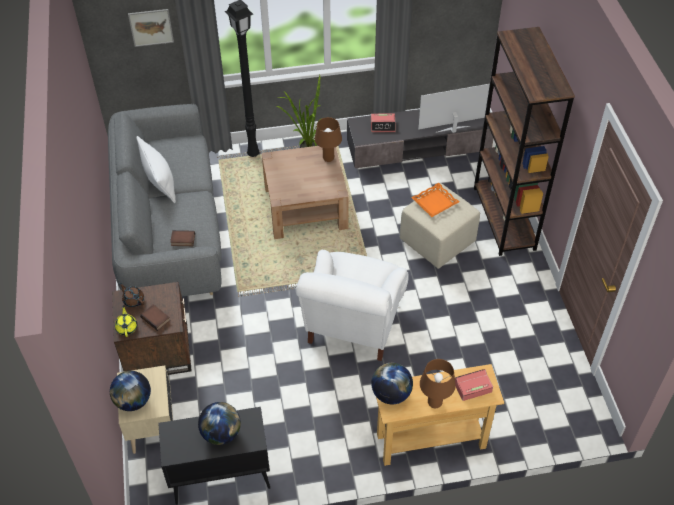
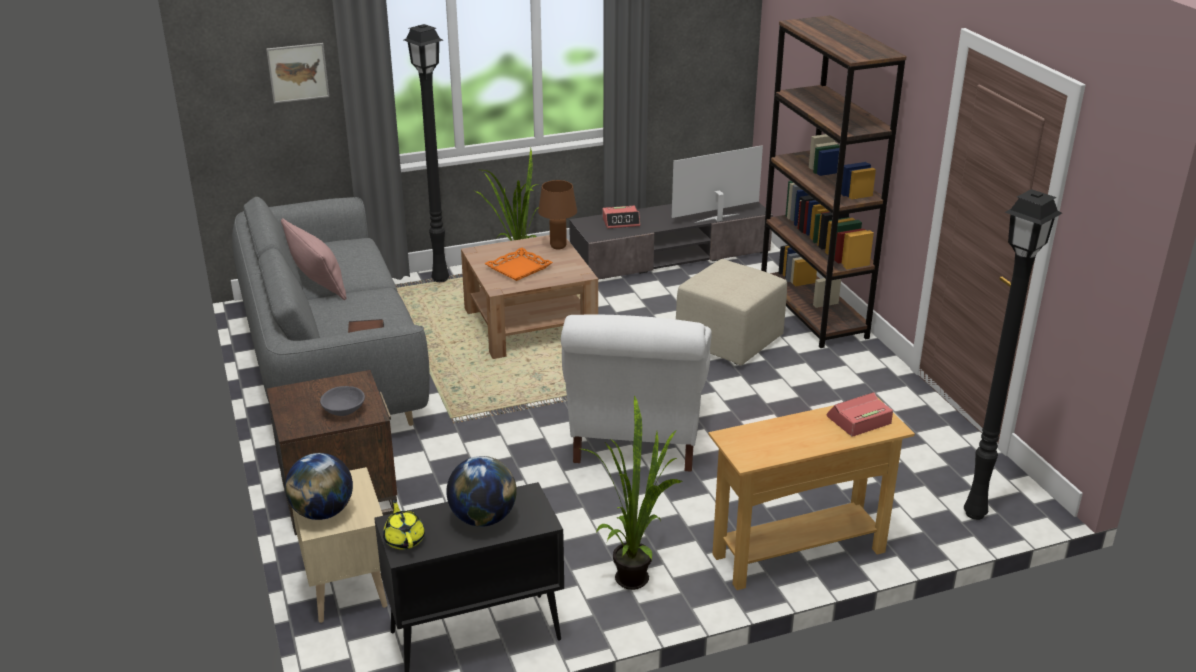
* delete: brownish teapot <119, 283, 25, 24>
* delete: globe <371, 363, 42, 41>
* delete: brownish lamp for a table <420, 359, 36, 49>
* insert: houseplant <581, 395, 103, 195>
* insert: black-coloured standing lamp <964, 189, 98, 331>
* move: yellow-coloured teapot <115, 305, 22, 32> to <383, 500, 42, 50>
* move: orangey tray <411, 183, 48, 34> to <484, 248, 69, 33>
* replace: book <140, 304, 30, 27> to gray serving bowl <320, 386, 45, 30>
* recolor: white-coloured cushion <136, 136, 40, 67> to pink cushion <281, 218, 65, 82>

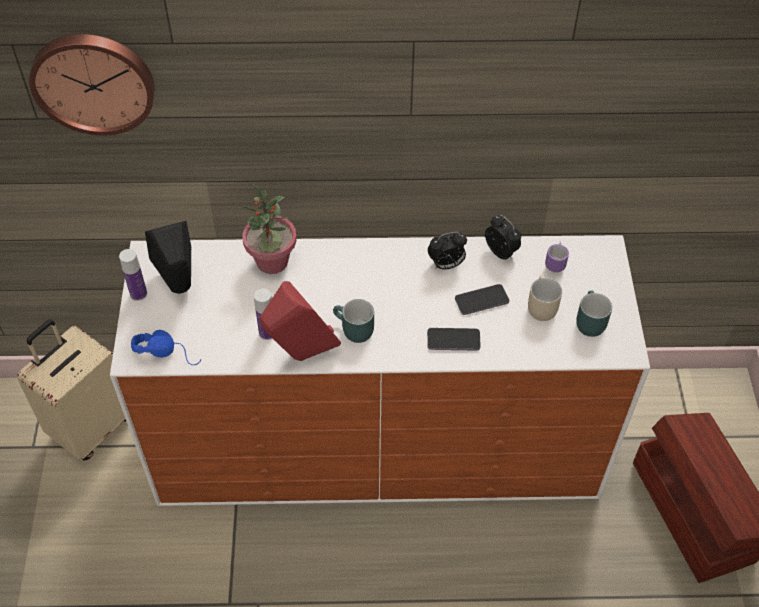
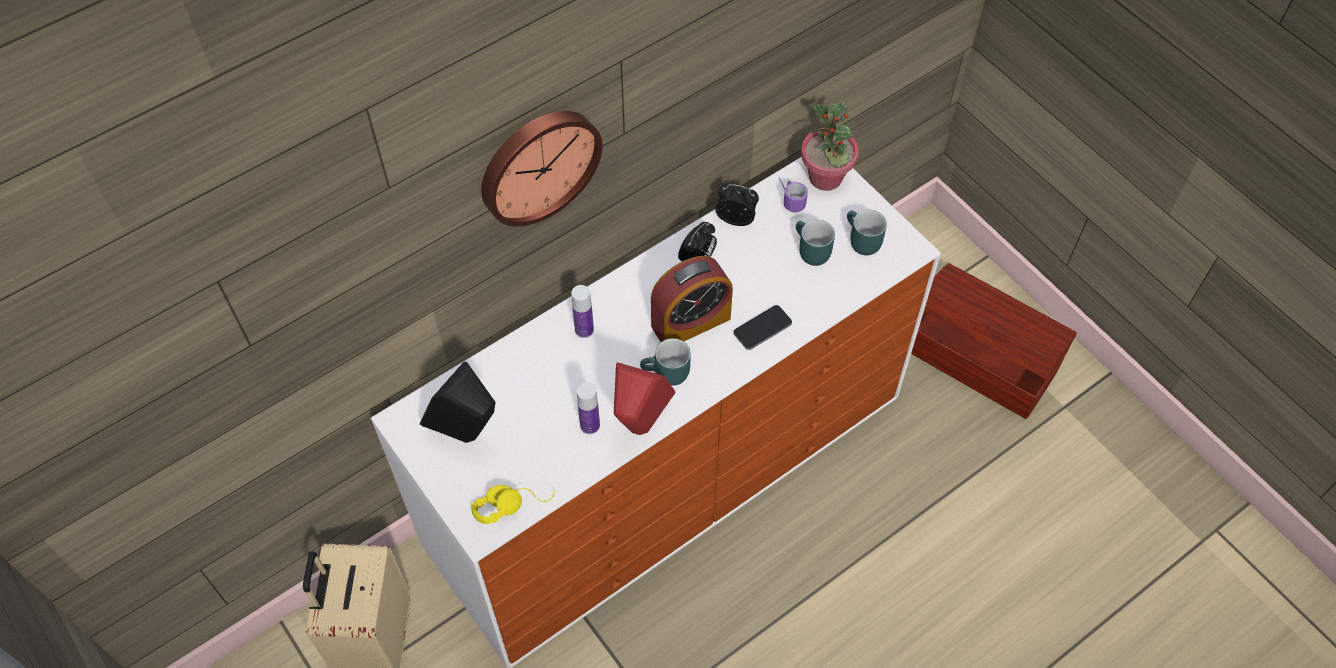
* delete: handset <455, 284, 54, 31>
* insert: bedside clock <651, 256, 82, 86>
* move: hanging clock <29, 34, 126, 102> to <481, 111, 121, 116>
* move: drink bottle <119, 249, 28, 52> to <571, 285, 23, 53>
* move: houseplant <240, 185, 57, 89> to <801, 103, 58, 88>
* recolor: blue headphones <131, 330, 70, 35> to yellow-coloured headphones <471, 485, 84, 39>
* recolor: sand-coloured coffee mug <528, 275, 34, 46> to turquoise coffee mug <796, 220, 39, 46>

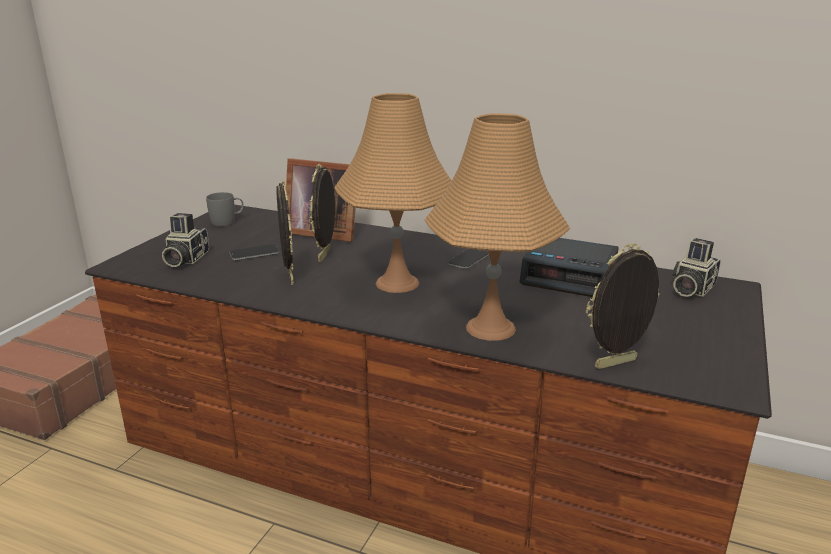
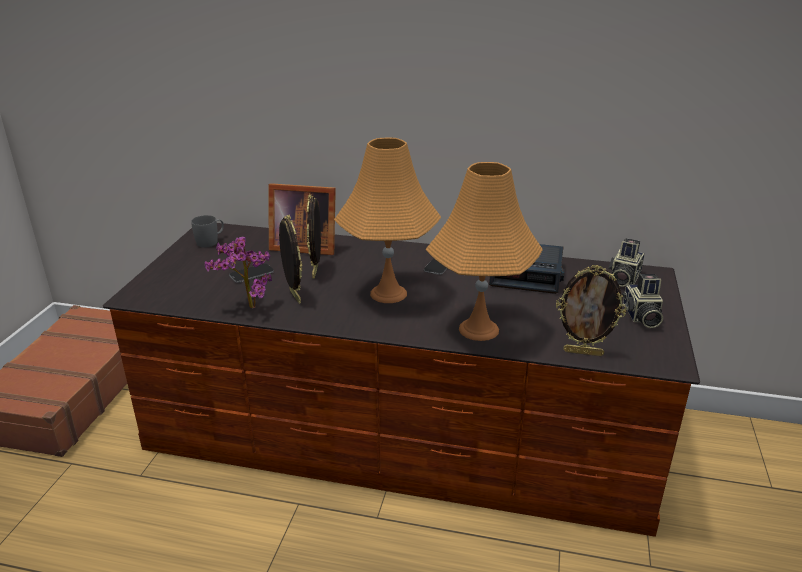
* insert: houseplant <205, 237, 67, 71>
* move: photo camera <162, 213, 47, 54> to <622, 274, 41, 54>
* rotate: picture frame <586, 243, 74, 126> = <556, 265, 70, 91> 135 degrees counterclockwise

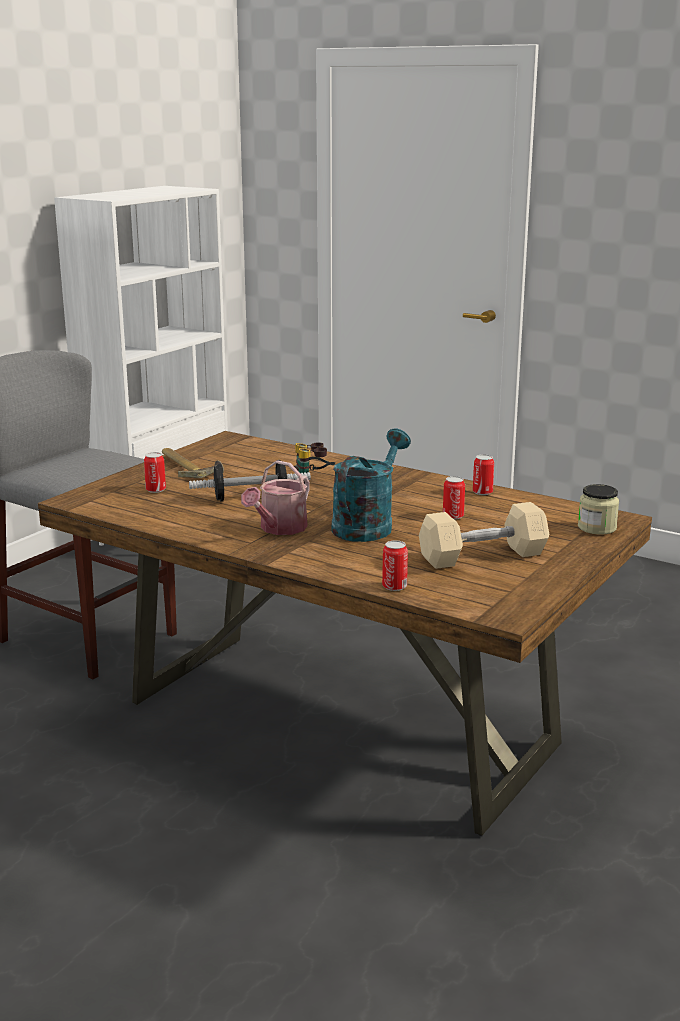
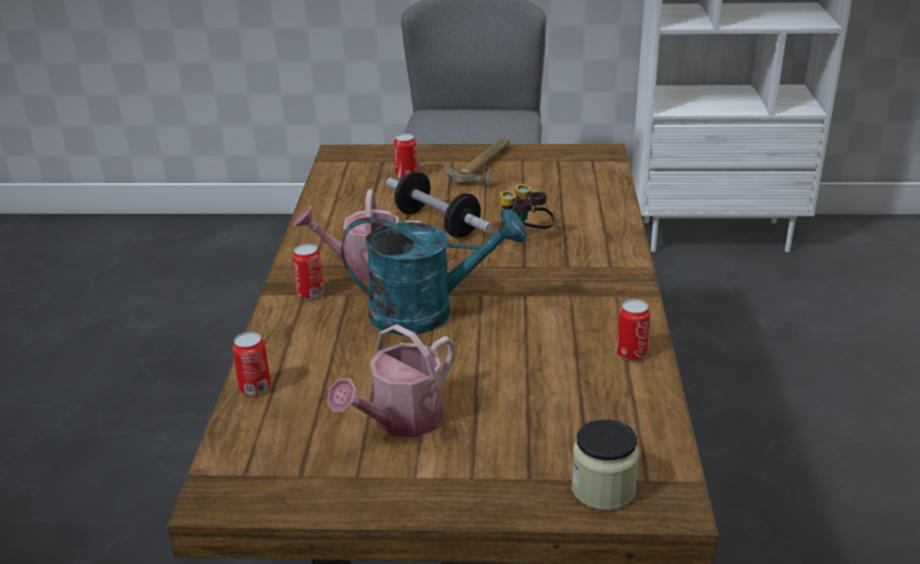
* move: metal can <443, 476, 22, 43> to <292, 244, 32, 56>
* replace: sand-coloured hand weight <419, 502, 130, 67> to sprinkling can <327, 324, 128, 113>

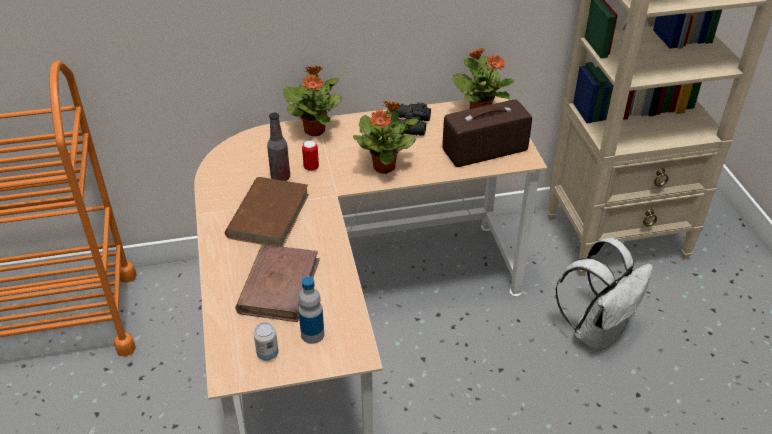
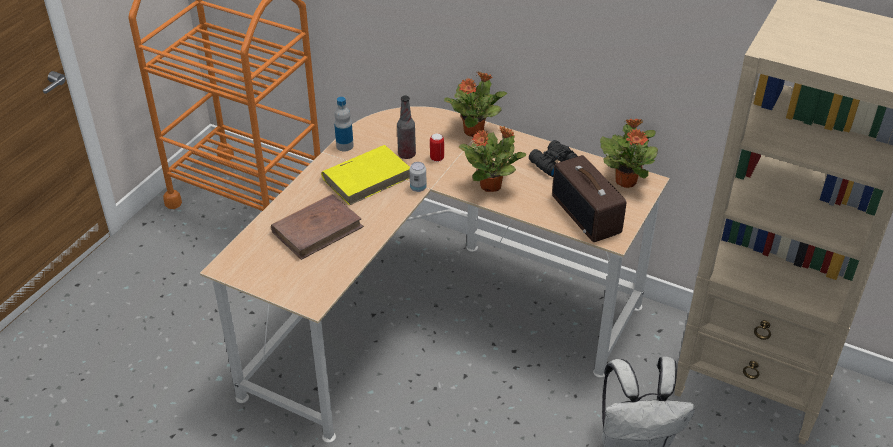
* move: metal can <254, 323, 25, 38> to <410, 162, 17, 30>
* move: drink bottle <298, 277, 26, 67> to <334, 97, 20, 54>
* recolor: brownish book <225, 177, 84, 70> to yellow-coloured book <321, 145, 89, 61>
* rotate: radio receiver <442, 99, 90, 68> = <552, 155, 74, 87> 135 degrees counterclockwise

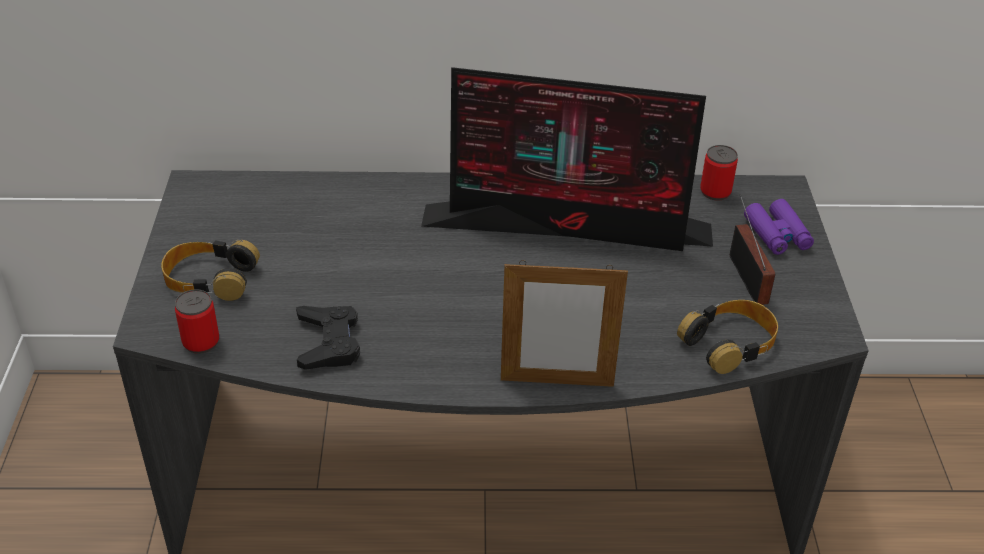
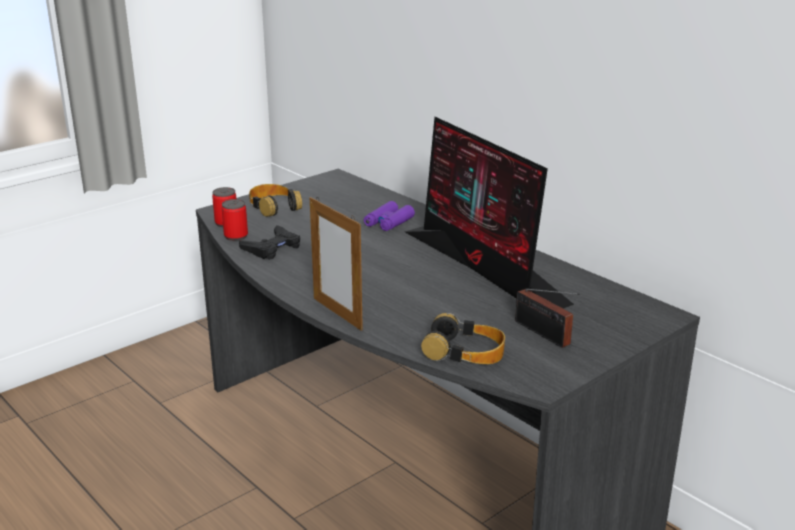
* move: metal can <700, 145, 38, 56> to <222, 199, 26, 42>
* move: purple-coloured binoculars <744, 199, 70, 56> to <364, 201, 51, 30>
* rotate: radio receiver <730, 194, 45, 111> = <515, 289, 65, 59> 105 degrees clockwise

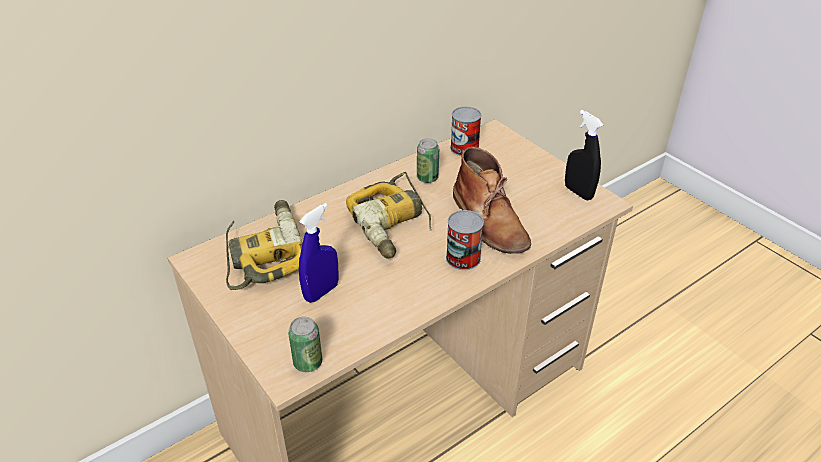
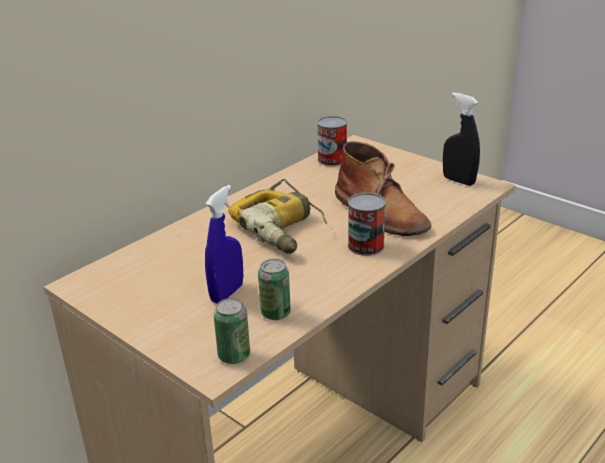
* delete: power drill <226, 200, 77, 90>
* move: metal can <417, 138, 22, 45> to <258, 259, 33, 61>

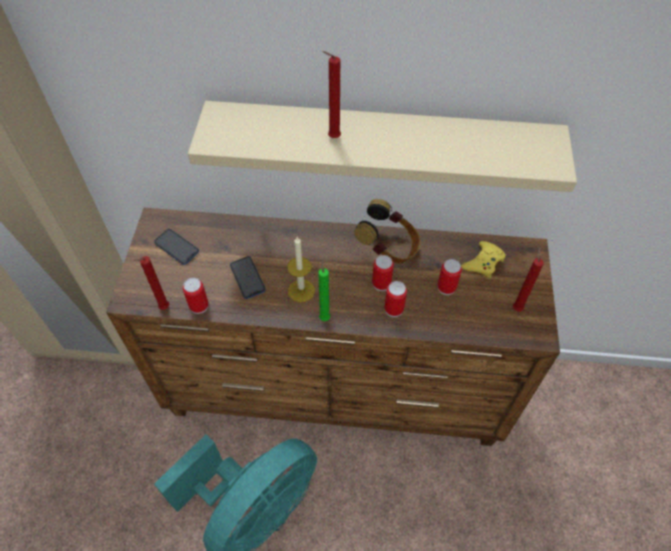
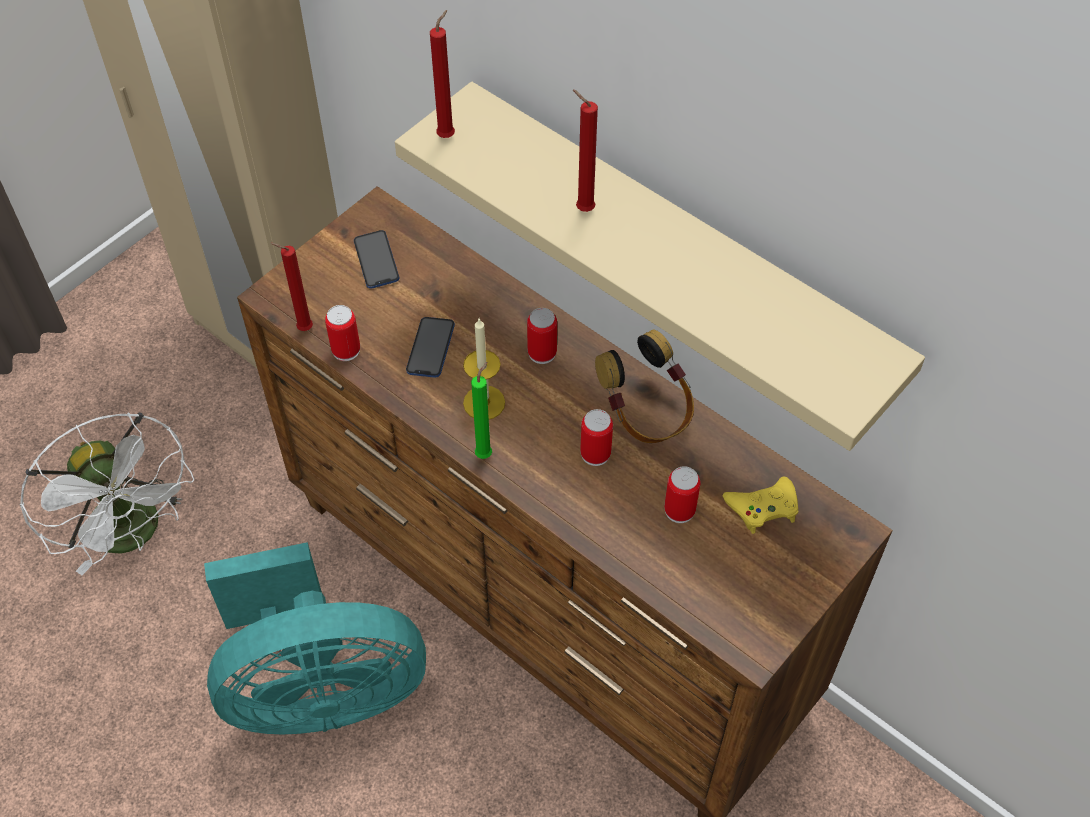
* insert: white-coloured electric fan <20, 412, 174, 163>
* move: metal can <384, 281, 23, 36> to <527, 308, 30, 56>
* move: red wax light <513, 247, 31, 65> to <430, 10, 25, 128>

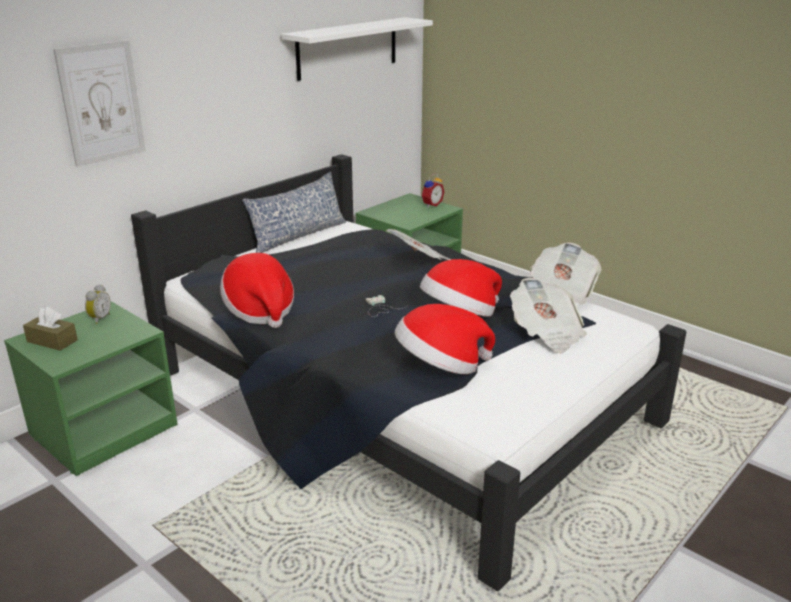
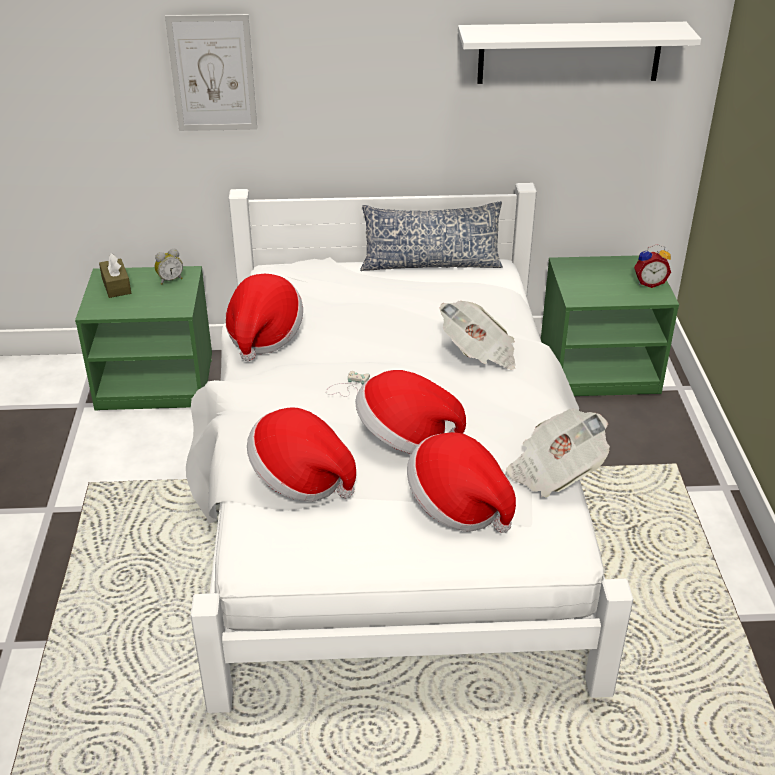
* replace: newspaper <510, 278, 77, 75> to wearable hat <407, 432, 109, 101>
* recolor: black-coloured bed <131, 154, 556, 437> to white-coloured bed <186, 183, 447, 530>

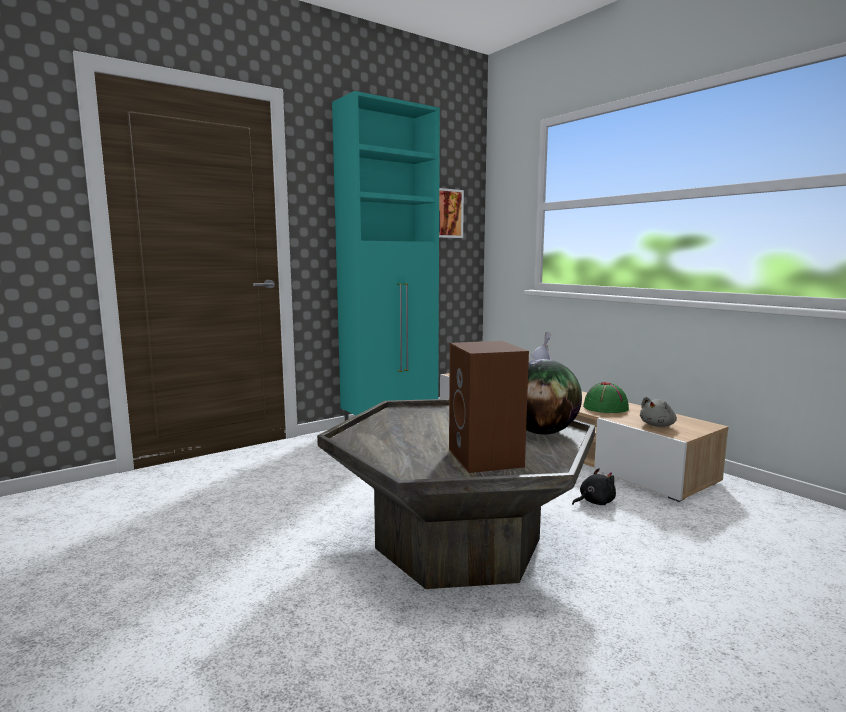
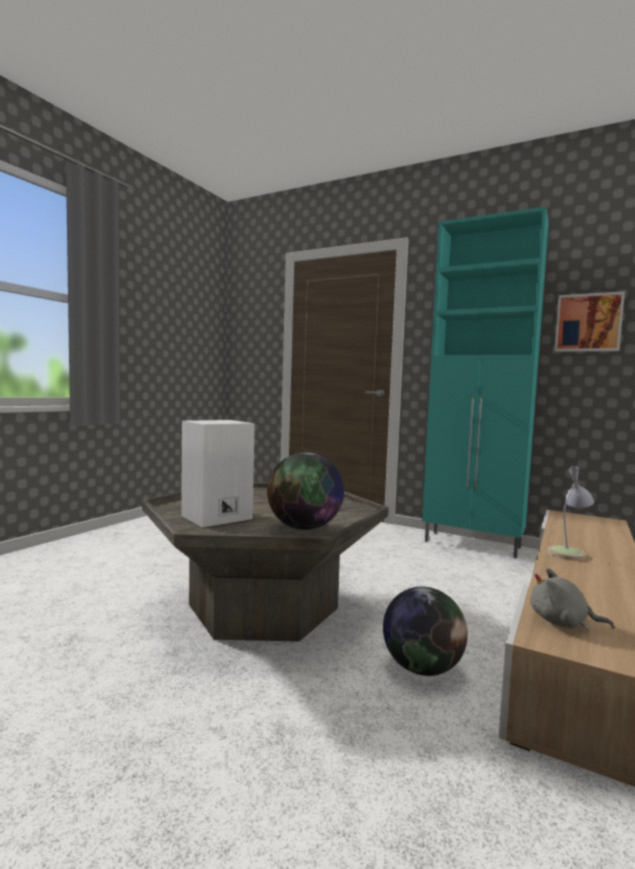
* delete: greenish wearable hat <583, 382, 46, 31>
* replace: black-coloured soft toy <572, 468, 44, 37> to globe <383, 587, 85, 89>
* recolor: brownish audio speaker <449, 341, 80, 132> to white-coloured audio speaker <181, 420, 74, 108>

